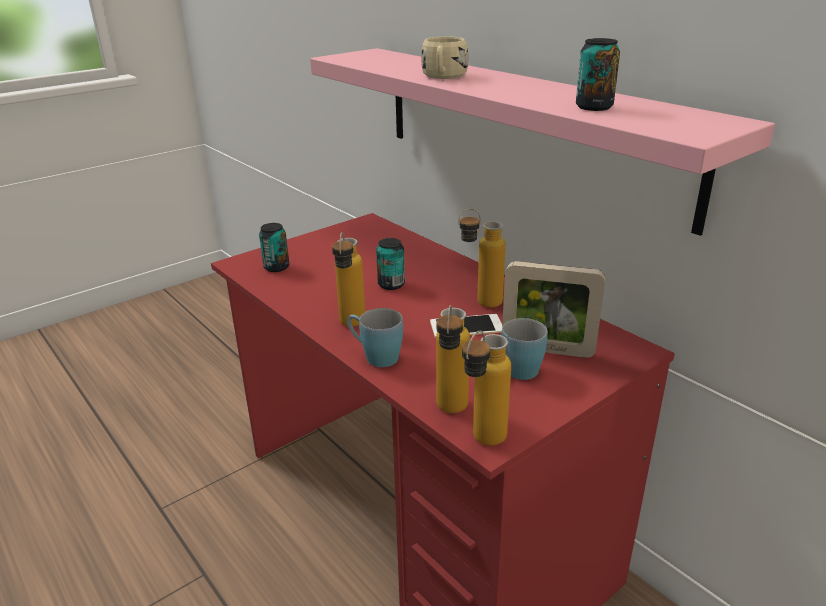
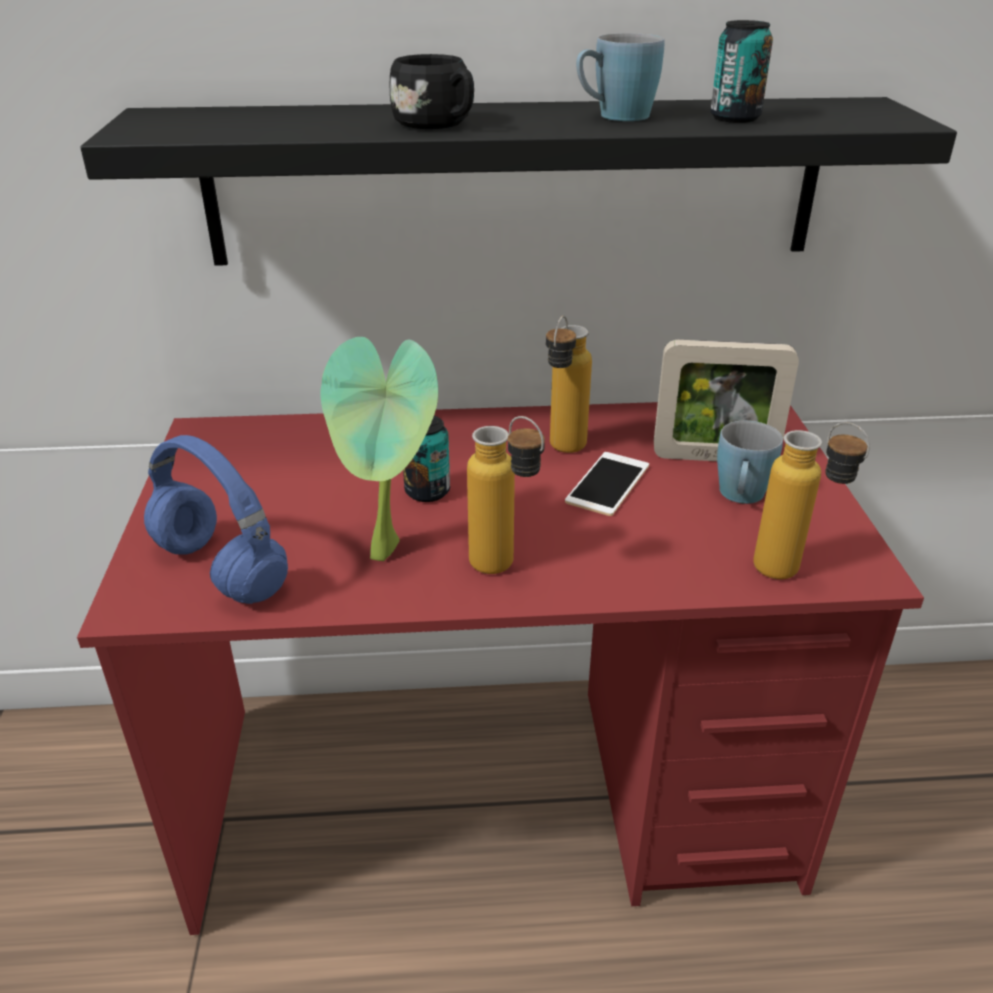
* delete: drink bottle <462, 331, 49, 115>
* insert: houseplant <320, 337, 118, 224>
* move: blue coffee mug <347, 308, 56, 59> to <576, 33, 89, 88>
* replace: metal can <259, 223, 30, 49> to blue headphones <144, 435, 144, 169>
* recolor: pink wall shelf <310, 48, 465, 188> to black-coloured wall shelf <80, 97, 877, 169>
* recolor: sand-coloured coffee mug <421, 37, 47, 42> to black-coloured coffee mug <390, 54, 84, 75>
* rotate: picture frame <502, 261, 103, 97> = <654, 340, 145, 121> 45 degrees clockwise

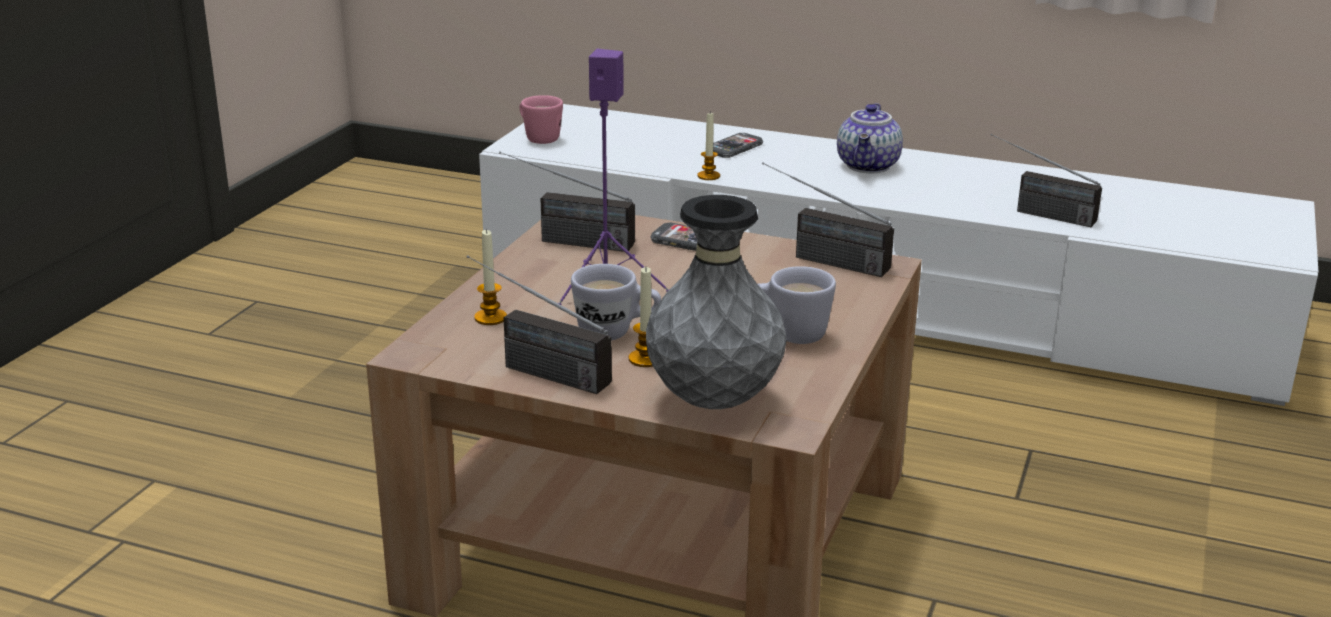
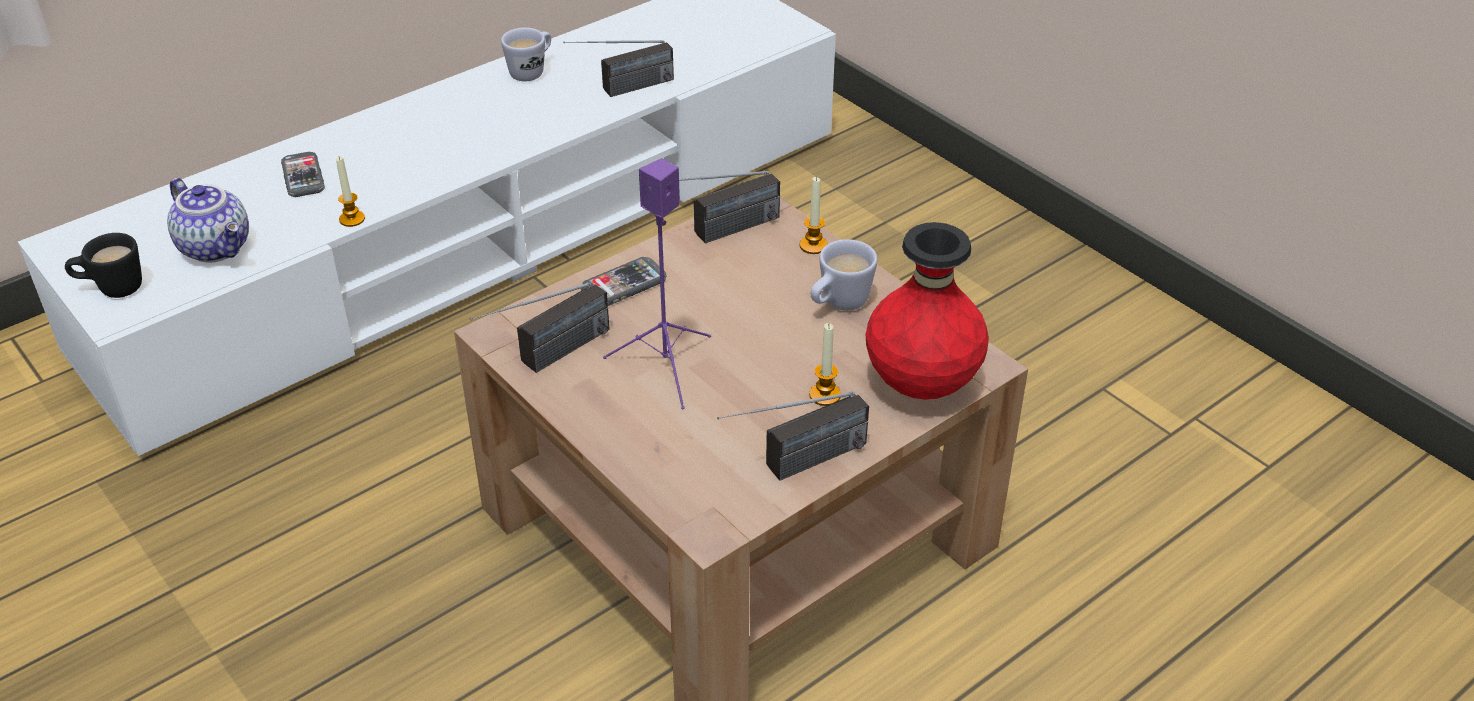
* move: wax light <474, 229, 33, 96> to <800, 176, 28, 78>
* move: white-coloured coffee mug <571, 264, 90, 76> to <501, 28, 50, 53>
* move: teapot <837, 103, 66, 70> to <167, 178, 82, 84>
* recolor: pink coffee mug <520, 95, 43, 49> to black-coloured coffee mug <65, 233, 77, 65>
* recolor: gray vase <646, 195, 141, 214> to red vase <866, 222, 123, 178>

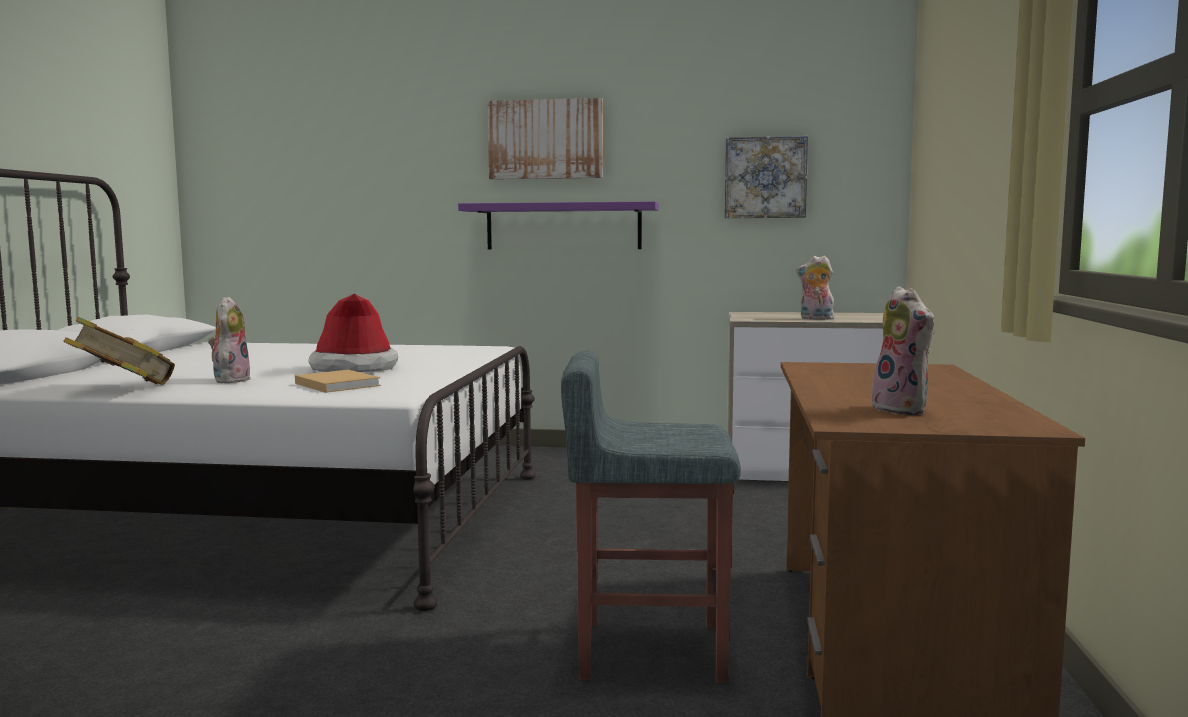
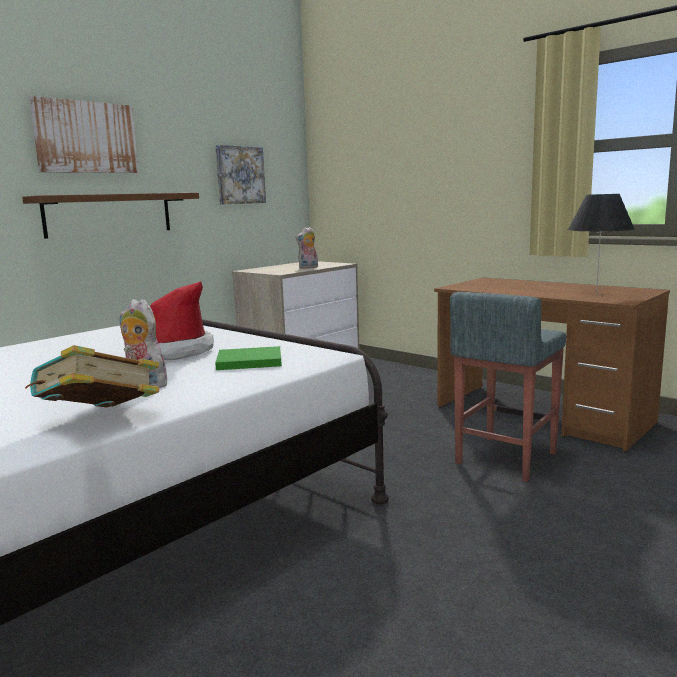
* replace: soft toy <871, 286, 64, 129> to black-coloured lamp for a table <568, 194, 67, 100>
* recolor: sand-coloured book <295, 370, 86, 23> to greenish book <215, 346, 67, 24>
* recolor: purple-coloured wall shelf <458, 201, 201, 48> to brownish wall shelf <22, 193, 177, 46>

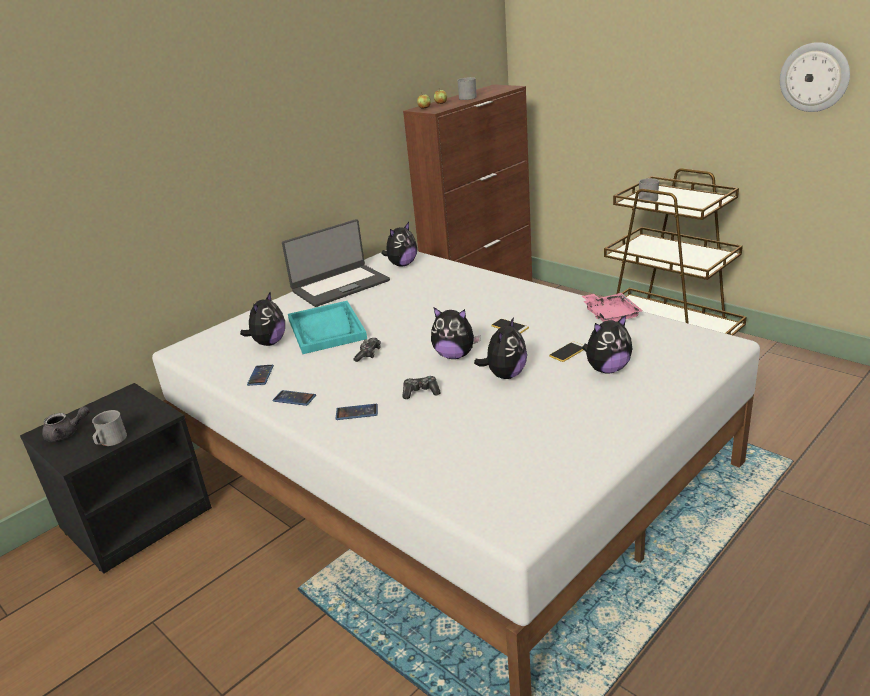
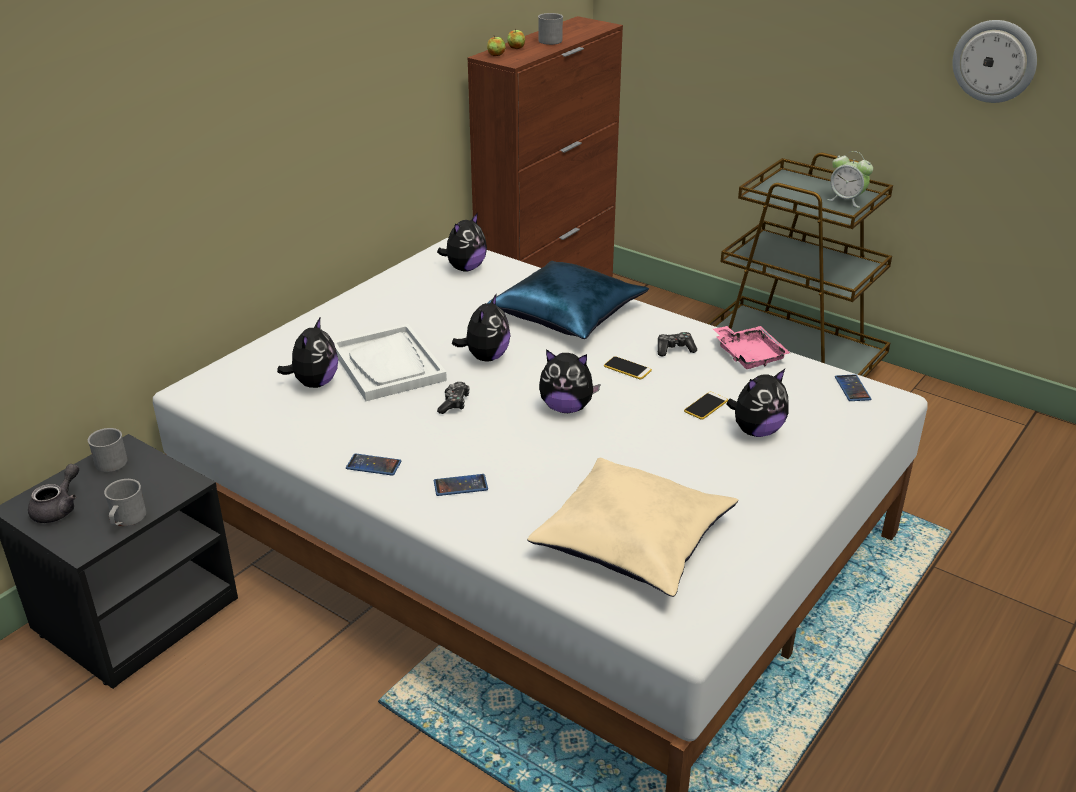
* delete: portable computer <282, 219, 108, 88>
* insert: blue cushion <488, 261, 161, 78>
* insert: sand-coloured cushion <527, 458, 211, 139>
* insert: bedside clock <827, 151, 46, 57>
* move: handset <247, 365, 27, 21> to <835, 374, 36, 27>
* move: gamepad <402, 376, 39, 23> to <658, 332, 39, 24>
* move: soft toy <474, 317, 53, 62> to <452, 293, 58, 69>
* move: gray coffee mug <639, 178, 20, 25> to <88, 428, 40, 44>
* recolor: turquoise tray <288, 301, 79, 53> to white-coloured tray <333, 324, 114, 77>
* rotate: gray teapot <42, 406, 48, 35> = <28, 464, 51, 59> 45 degrees counterclockwise

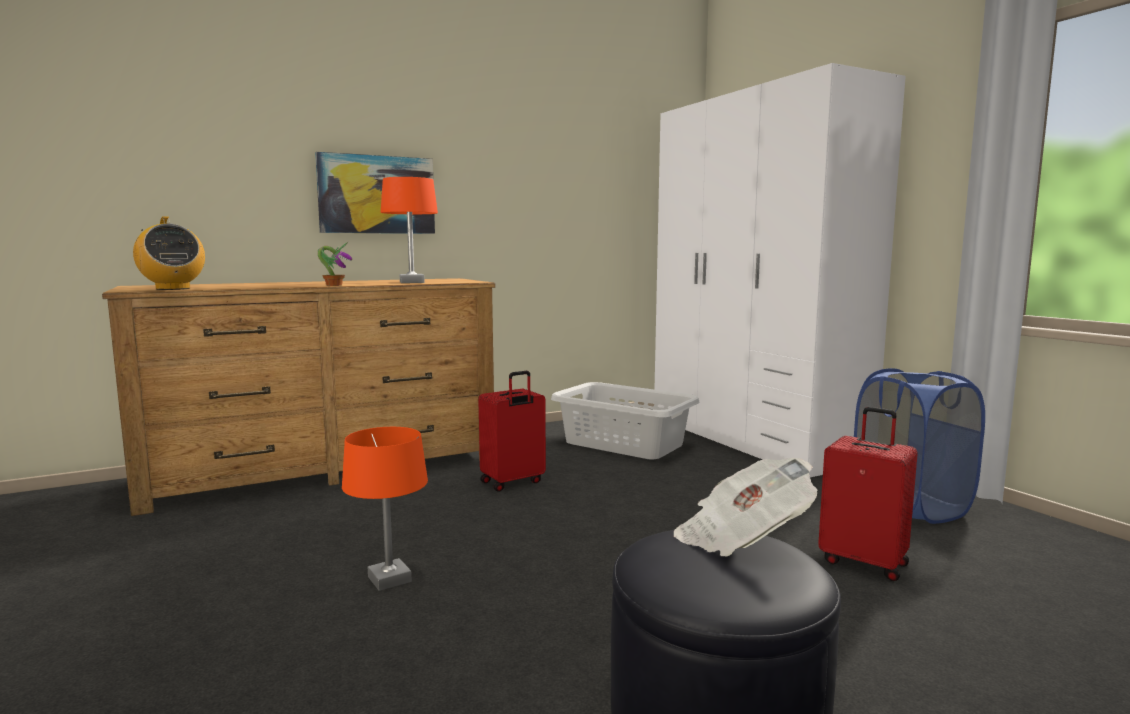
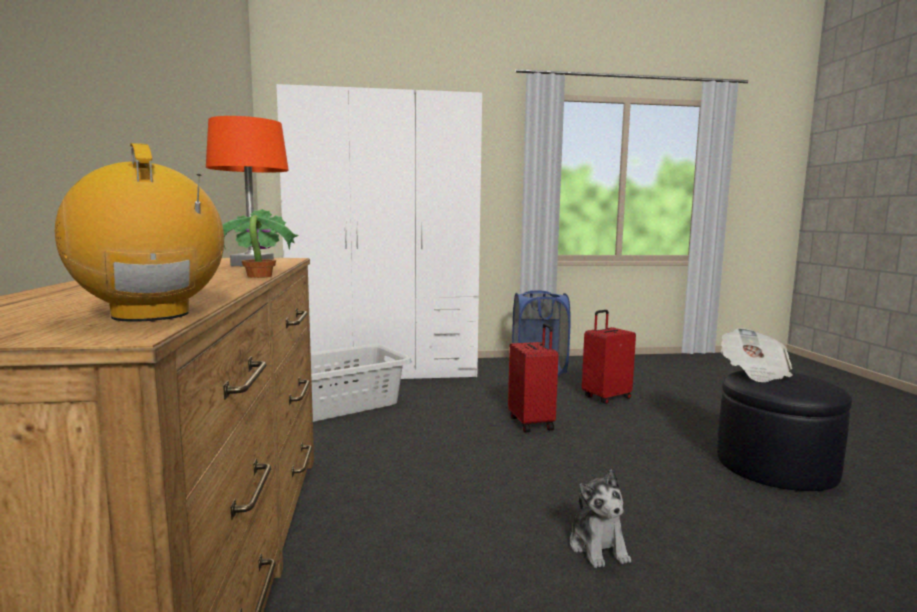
* delete: picture <315, 152, 120, 82>
* move: red suitcase <478, 371, 68, 121> to <508, 323, 50, 109>
* replace: orangey lamp for a table <342, 427, 86, 164> to soft toy <570, 469, 61, 99>
* rotate: radio receiver <133, 216, 72, 74> = <55, 143, 169, 179> 105 degrees counterclockwise

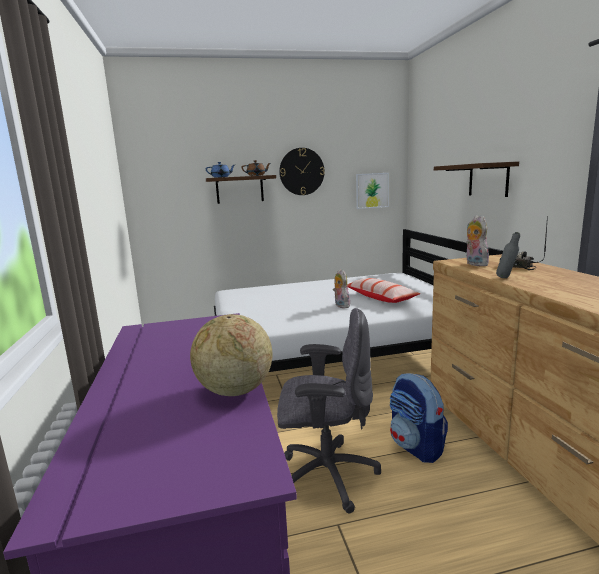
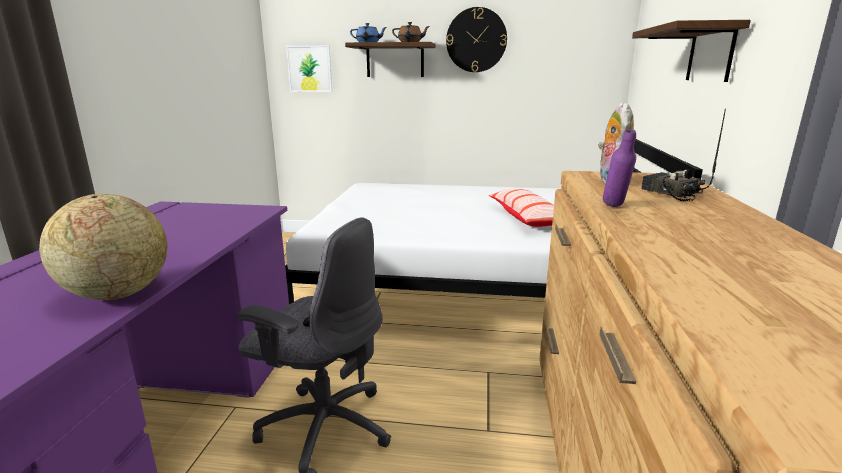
* delete: soft toy <333, 269, 18, 39>
* delete: backpack <390, 373, 58, 90>
* move: picture <356, 173, 33, 36> to <286, 45, 46, 47>
* recolor: gray drink bottle <496, 232, 24, 46> to purple-coloured drink bottle <603, 129, 33, 78>

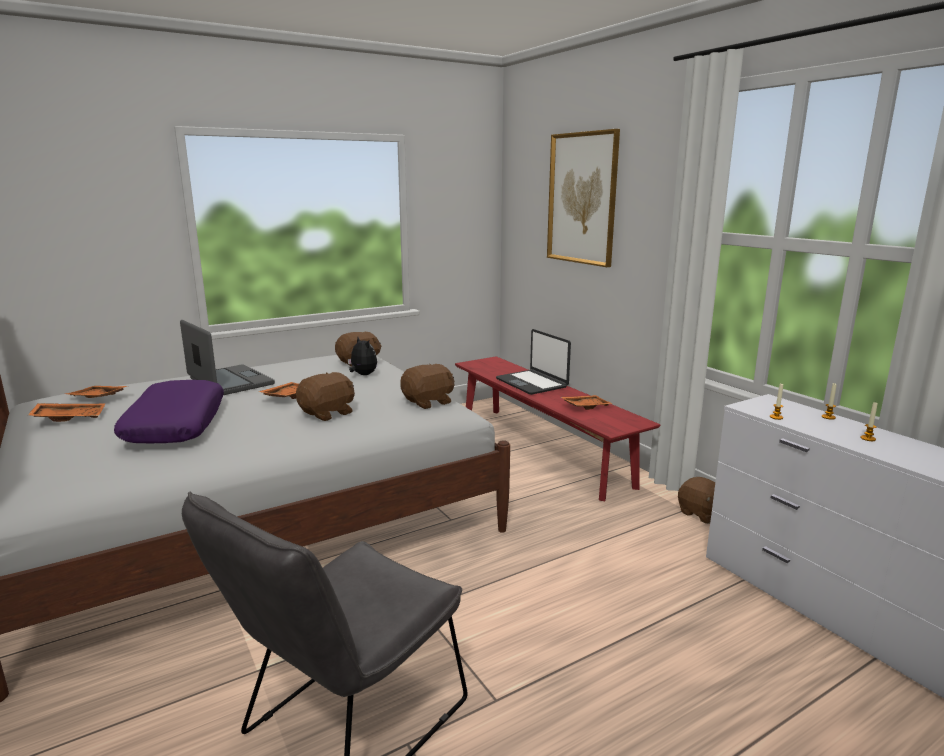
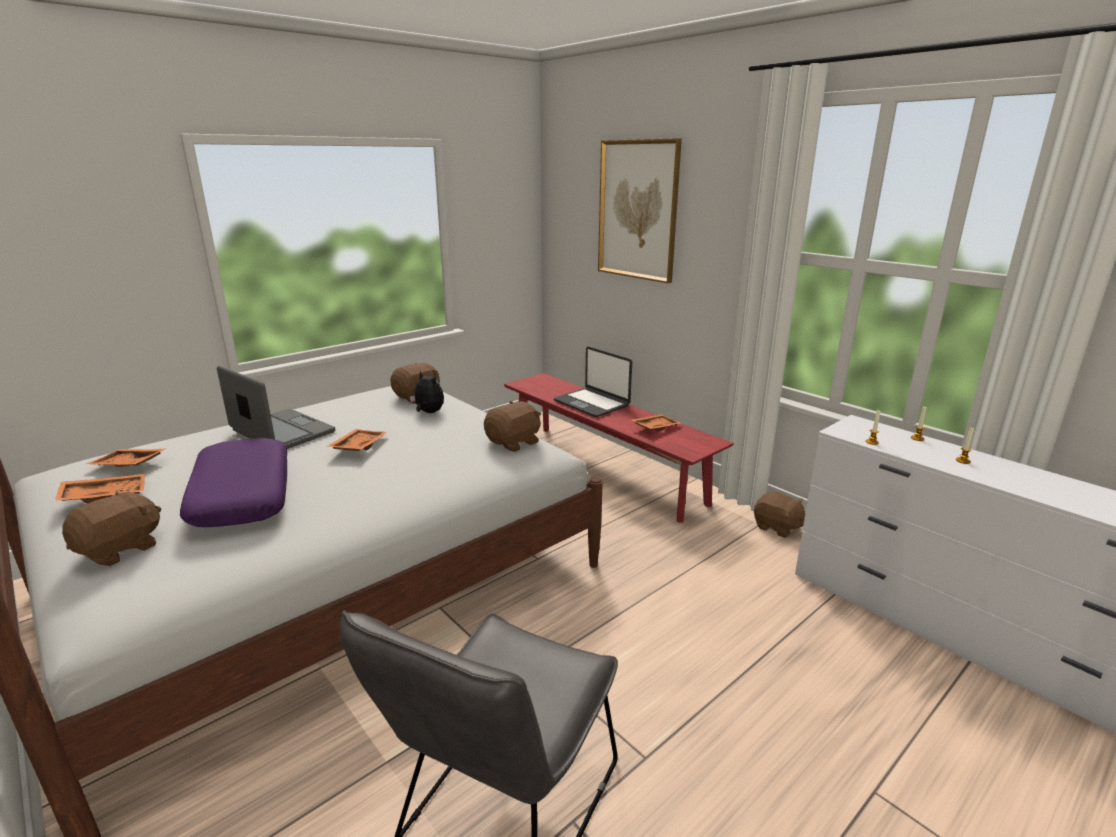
* move: brownish soft toy <296, 372, 59, 49> to <62, 490, 99, 76>

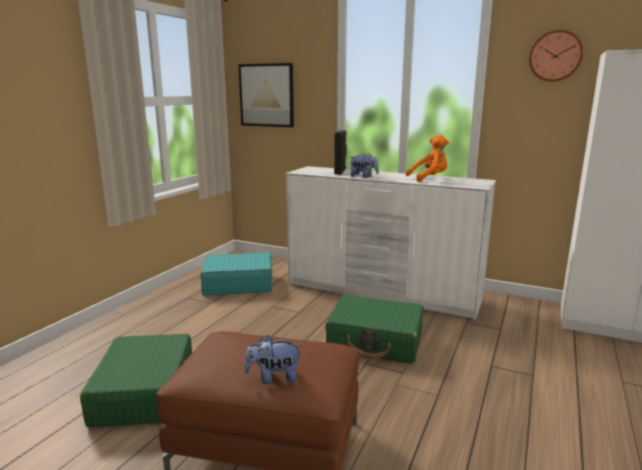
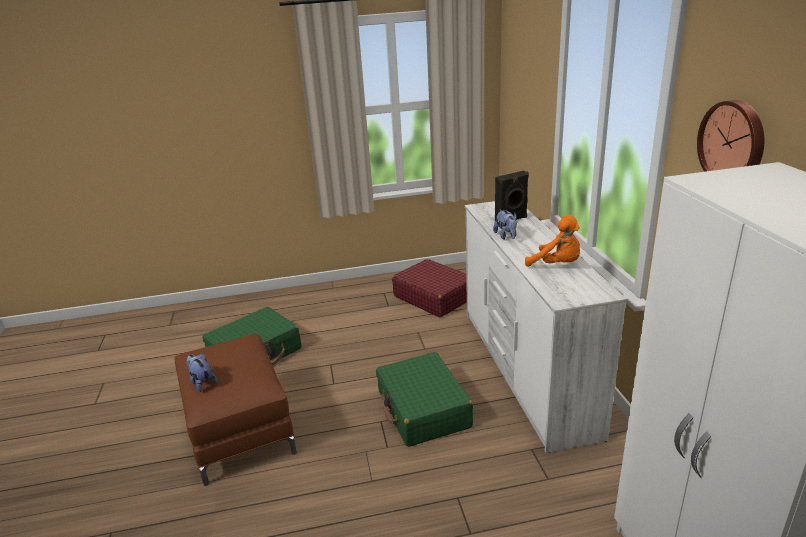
* delete: picture <238, 63, 56, 64>
* recolor: turquoise suitcase <200, 252, 72, 44> to red suitcase <392, 259, 75, 58>

